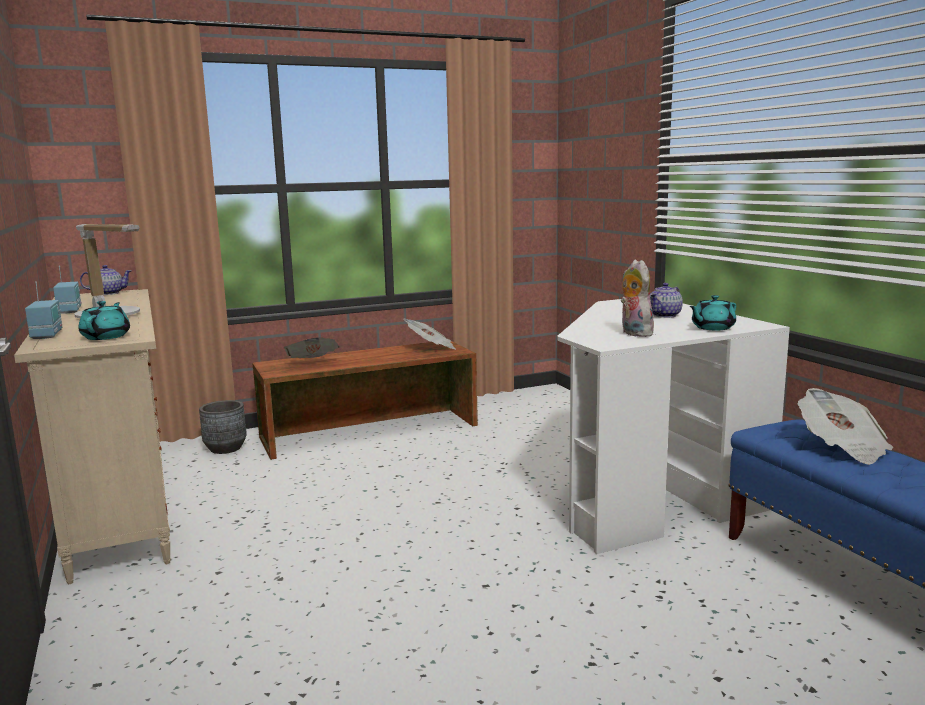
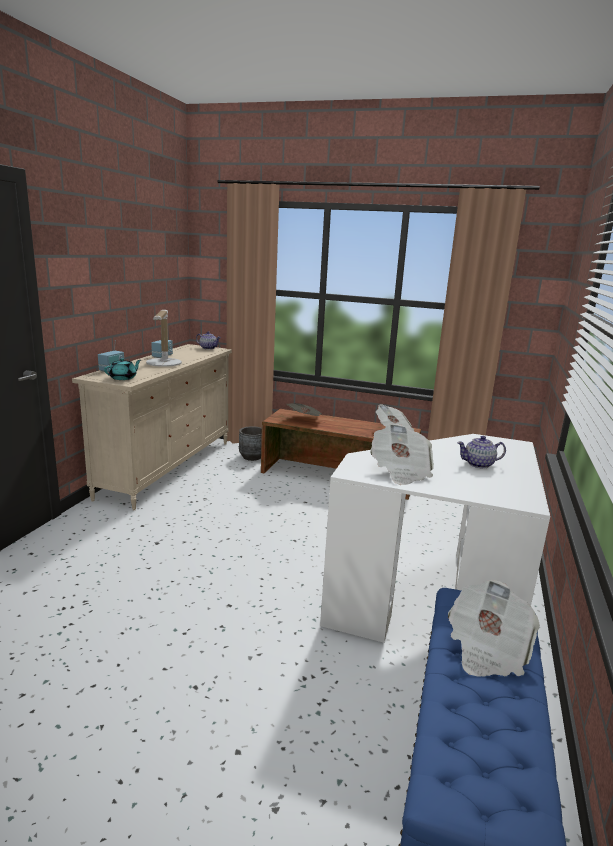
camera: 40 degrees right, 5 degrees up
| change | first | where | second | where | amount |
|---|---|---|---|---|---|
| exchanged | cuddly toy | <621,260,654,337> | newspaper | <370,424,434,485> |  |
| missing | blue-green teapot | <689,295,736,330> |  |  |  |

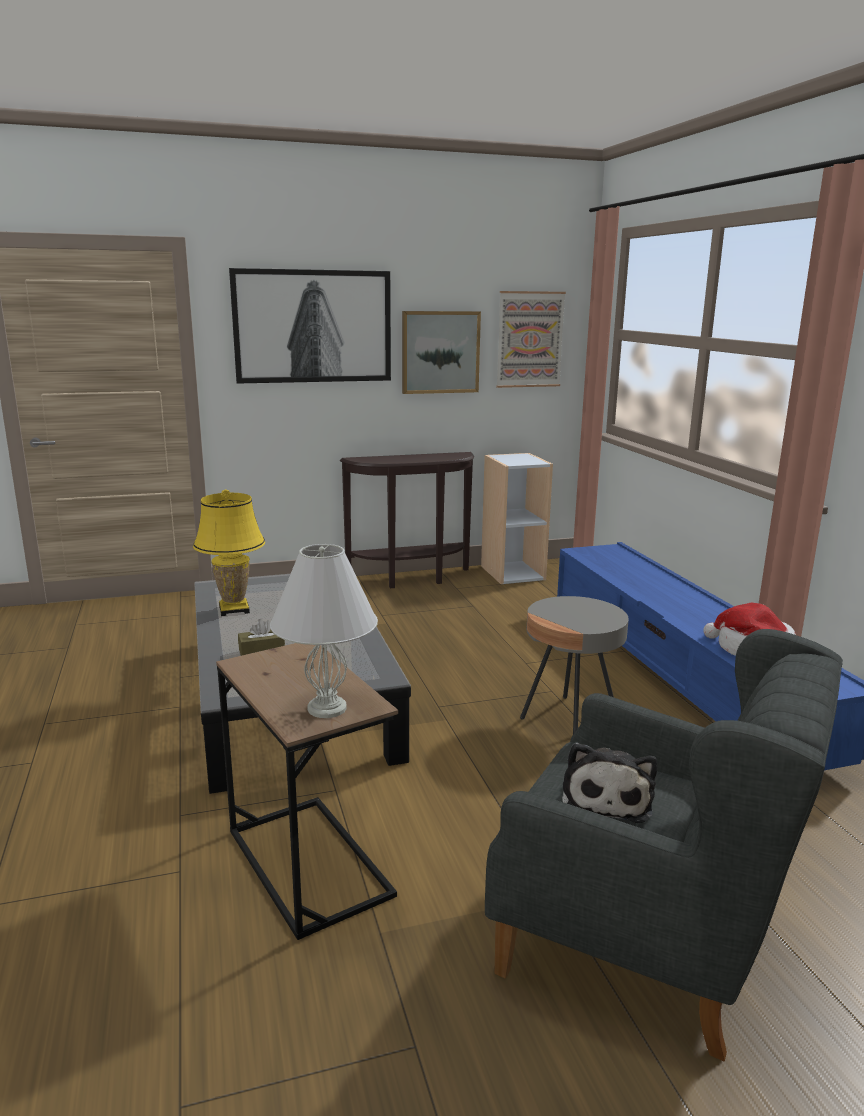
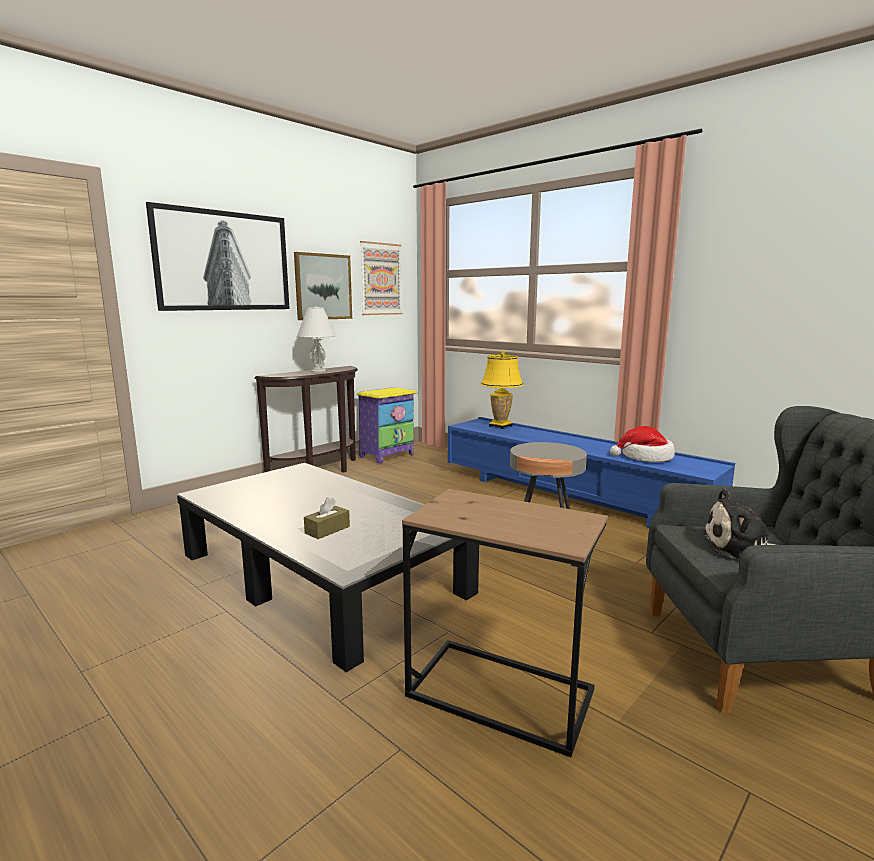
camera: 30 degrees left, 5 degrees down
| change | first | where | second | where | amount |
|---|---|---|---|---|---|
| relocated | whitish lamp for a table | <270,544,378,718> |  | <297,306,337,373> |  |
| exchanged | bookshelf | <481,453,553,584> | nightstand | <357,387,418,463> |  |
| relocated | yellow lamp for a table | <193,489,265,616> |  | <480,351,523,429> |  |
| spun | cuddly toy | <562,742,657,823> |  | <702,489,775,560> | 120 degrees clockwise |

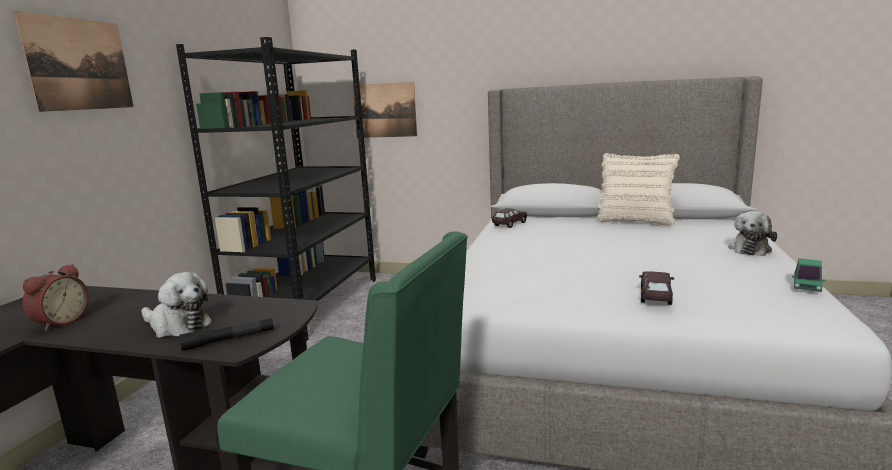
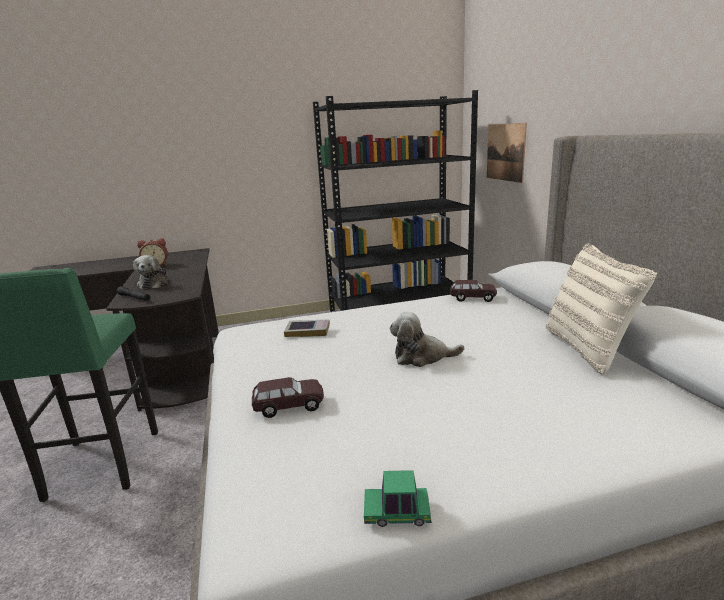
camera: 60 degrees right, 5 degrees up
| change | first | where | second | where | amount |
|---|---|---|---|---|---|
| appeared |  |  | bound book | <284,319,330,337> |  |
| relocated | cuddly toy | <728,211,777,256> |  | <390,311,464,367> |  |
| missing | wall art | <14,11,134,112> |  |  |  |

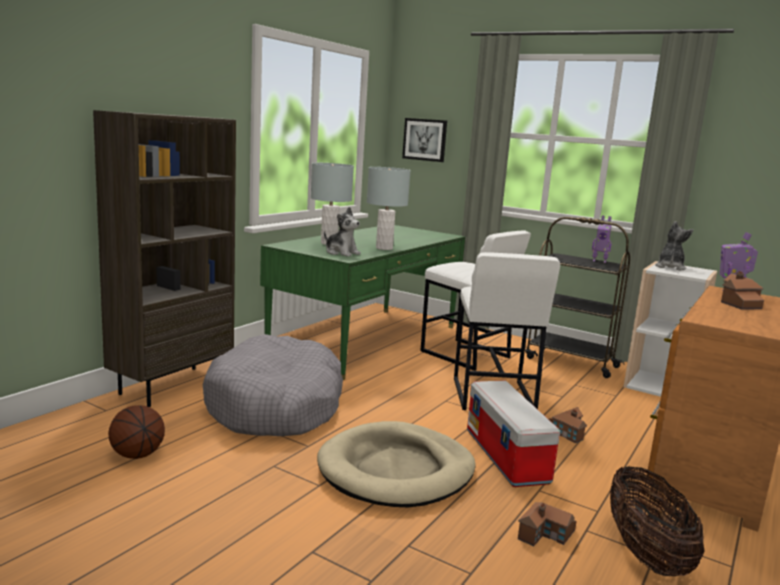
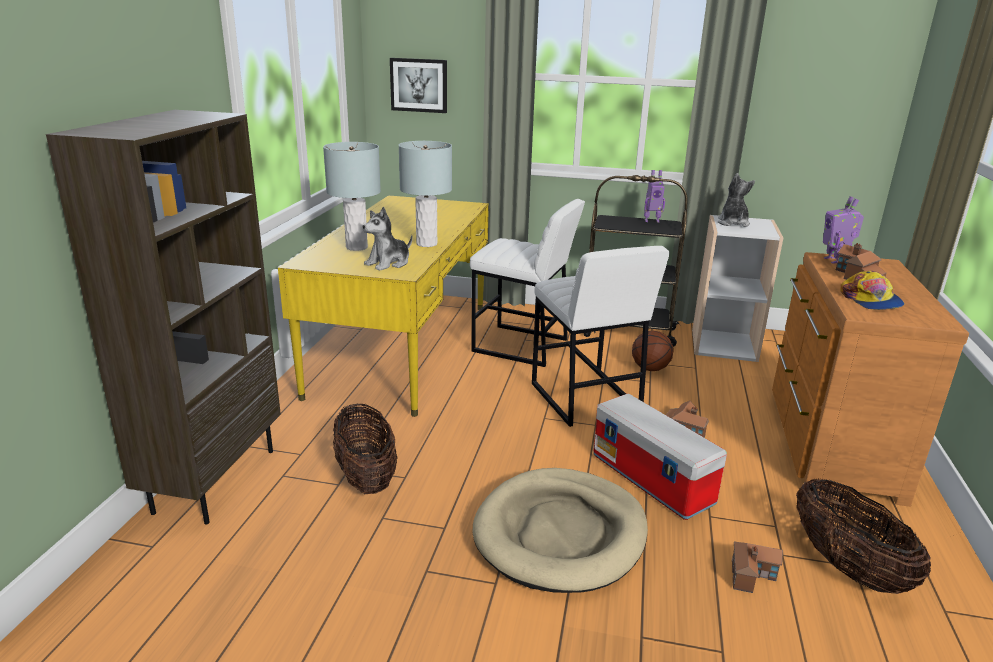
camera: 20 degrees left, 10 degrees up
| change | first | where | second | where | amount |
|---|---|---|---|---|---|
| colour | green-coloured desk | <260,225,465,380> | yellow desk | <278,196,489,417> |  |
| exchanged | grey dog bed | <203,334,343,436> | basket | <333,403,398,494> |  |
| spun | cuddly toy | <324,207,361,257> |  | <362,207,412,271> | 120 degrees clockwise |
| relocated | basketball ball | <108,405,165,459> |  | <632,331,674,371> |  |
| appeared |  |  | cap | <840,271,905,310> |  |

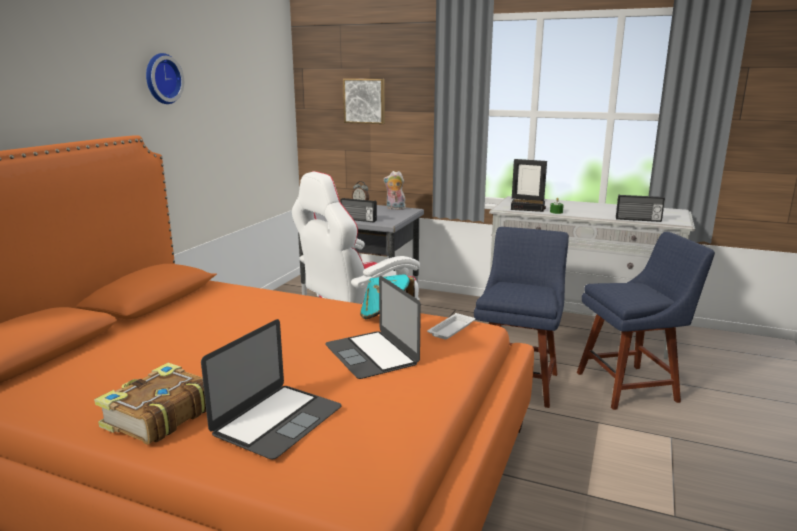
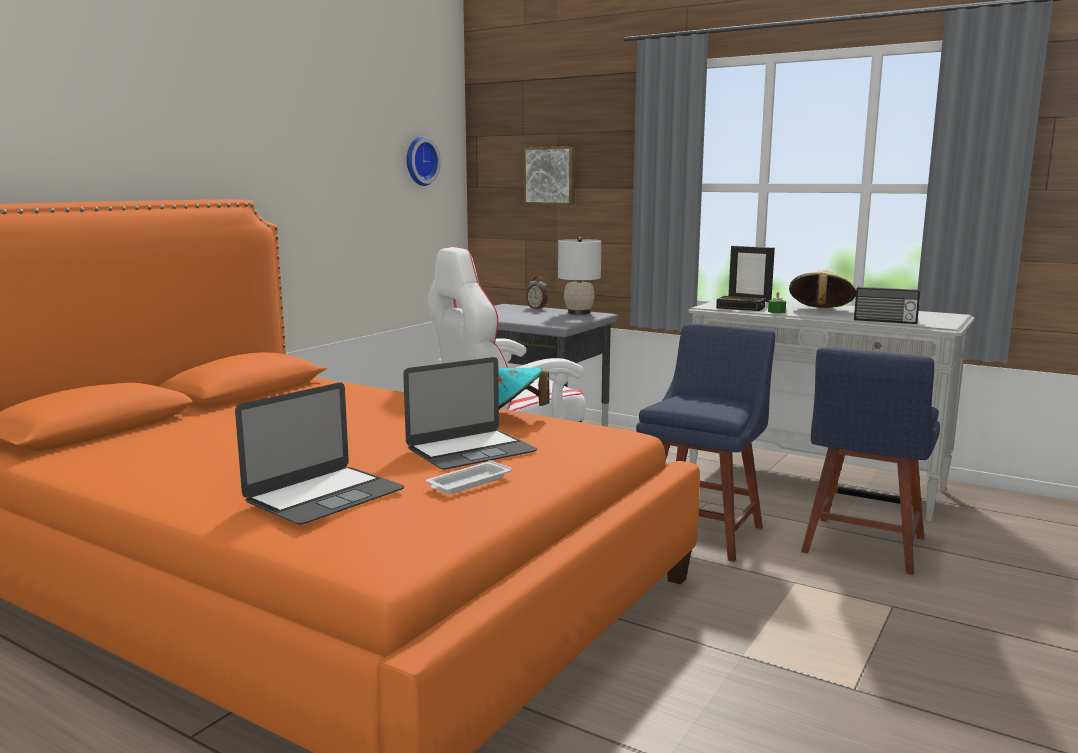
camera: 10 degrees right, 5 degrees down
| change | first | where | second | where | amount |
|---|---|---|---|---|---|
| spun | notebook computer | <325,276,421,379> |  | <403,357,537,470> | 105 degrees counterclockwise |
| relocated | clock on the wall | <146,53,184,104> |  | <407,136,441,186> |  |
| relocated | whitish tray | <427,313,475,340> |  | <426,460,512,494> |  |
| exchanged | cuddly toy | <383,171,407,210> | whitish lamp for a table | <558,237,601,315> |  |
| appeared |  |  | beige wearable hat | <789,270,856,308> |  |
| spun | bluish chair | <577,232,715,410> |  | <801,347,940,575> | 120 degrees clockwise |
| missing | bound book | <94,363,206,445> |  |  |  |
| missing | radio set | <341,198,377,222> |  |  |  |

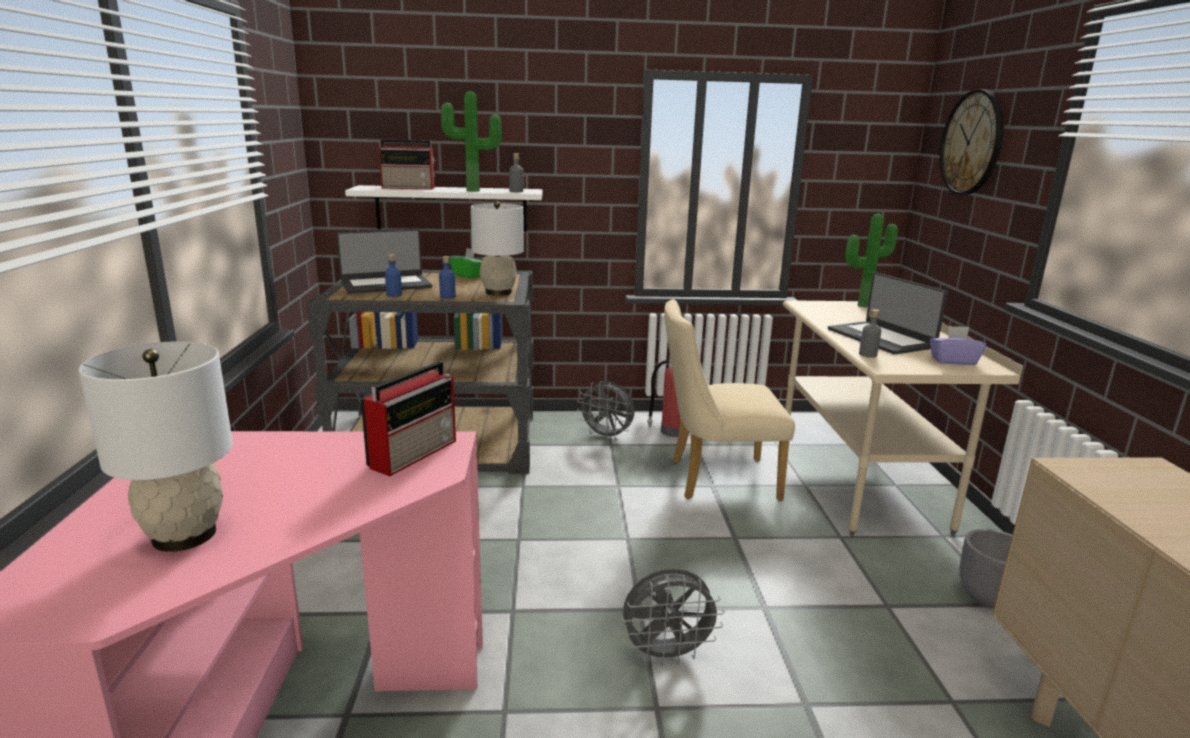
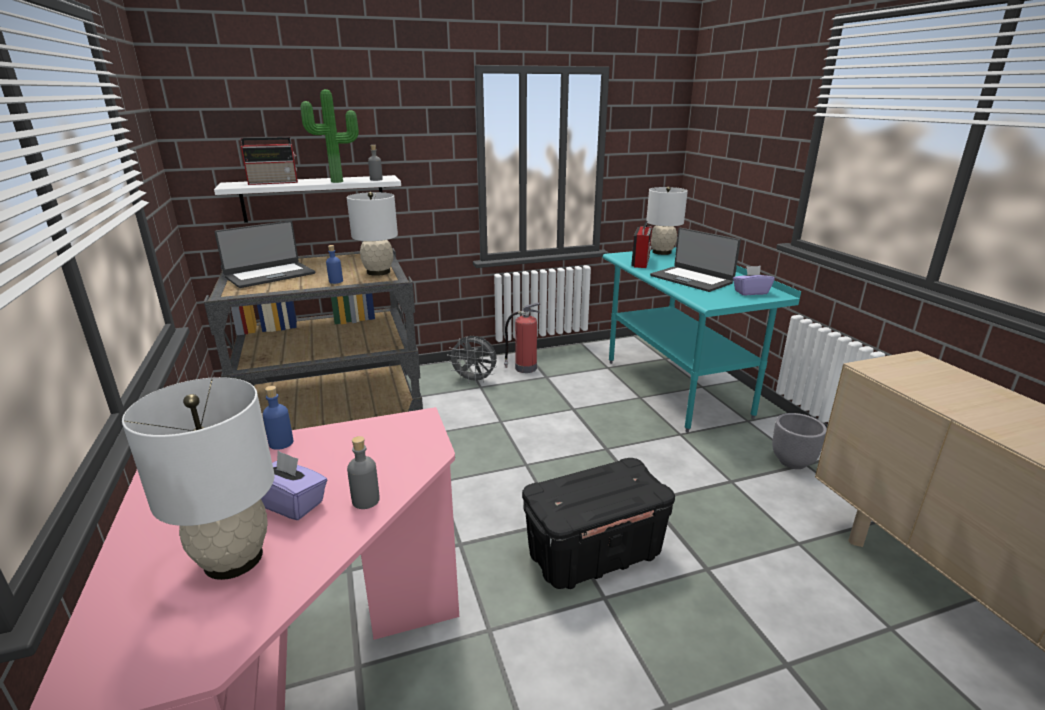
camera: 15 degrees left, 5 degrees up
| change | first | where | second | where | amount |
|---|---|---|---|---|---|
| appeared |  |  | purplish tissue holder | <261,450,327,520> |  |
| relocated | bluish drink bottle | <385,254,402,297> |  | <262,386,293,450> |  |
| relocated | grey drink bottle | <859,309,881,358> |  | <347,436,380,509> |  |
| exchanged | grey cooling fan | <620,569,724,666> | black-coloured storage container | <522,458,675,589> |  |
| colour | beige desk | <783,300,1023,536> | blue-green desk | <603,247,801,432> |  |
| relocated | radio set | <361,361,456,476> |  | <631,221,652,268> |  |
| exchanged | houseplant | <845,213,898,308> | whitish lamp for a table | <646,186,688,255> |  |
| missing | green-coloured tissue holder | <449,248,481,279> |  |  |  |
| missing | beige chair | <664,299,795,501> |  |  |  |
| missing | clock on the wall | <940,89,1004,195> |  |  |  |

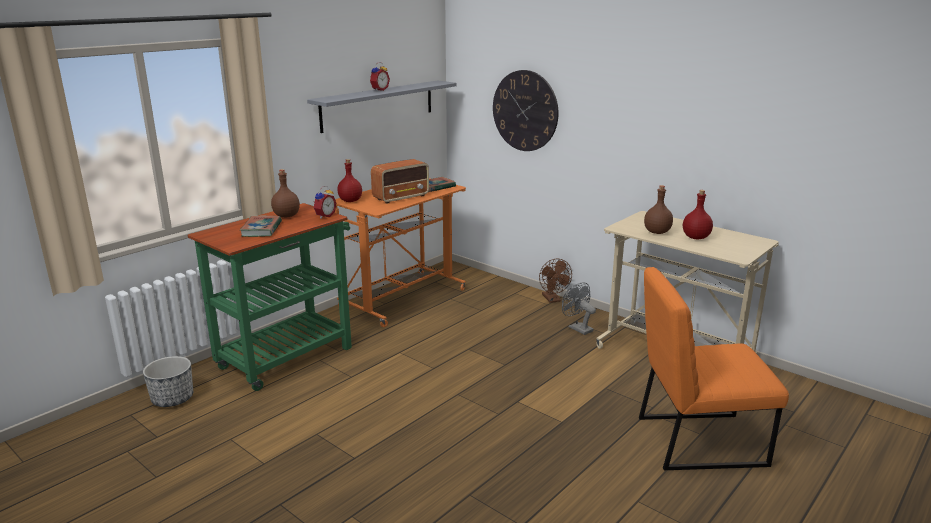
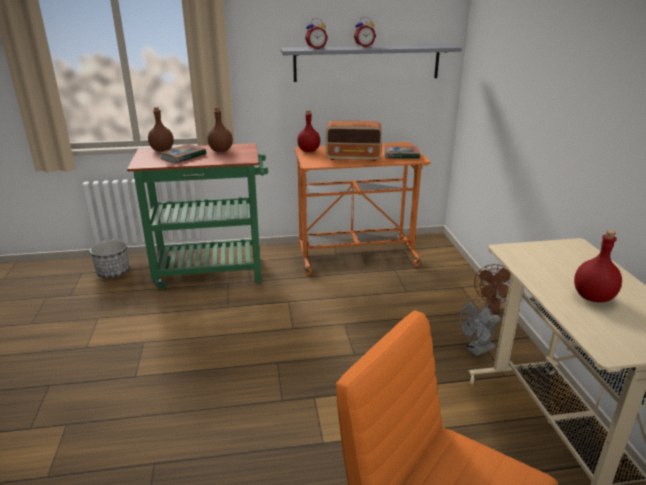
camera: 40 degrees right, 5 degrees up
| change | first | where | second | where | amount |
|---|---|---|---|---|---|
| relocated | brown-coloured drink bottle | <644,185,673,234> |  | <148,107,174,151> |  |
| relocated | table clock | <314,186,336,219> |  | <305,18,328,49> |  |
| spun | grey cooling fan | <562,282,596,335> |  | <460,299,500,356> | 120 degrees counterclockwise |
| missing | clock on the wall | <493,70,559,151> |  |  |  |

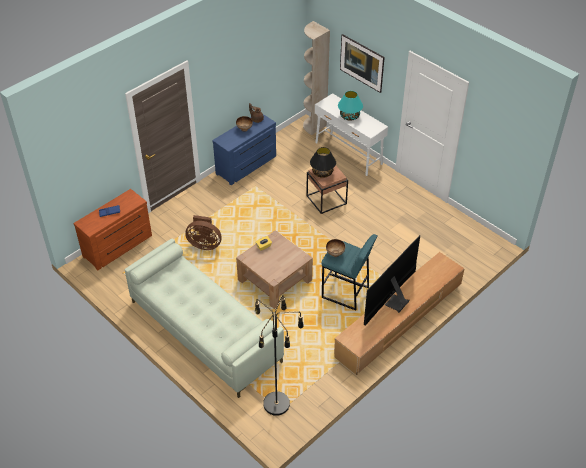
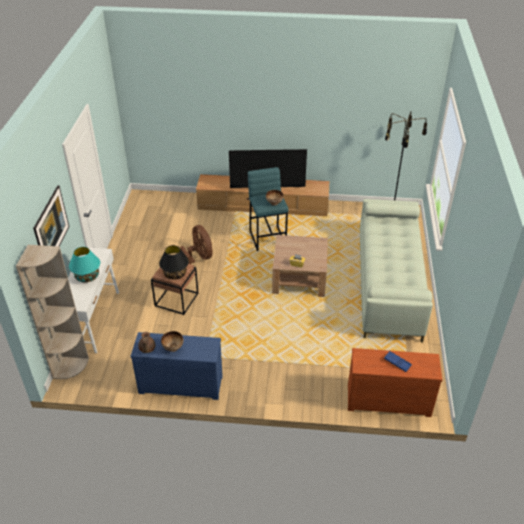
camera: 130 degrees left, 5 degrees down
| change | first | where | second | where | amount |
|---|---|---|---|---|---|
| relocated | brown-coloured cooling fan | <185,215,222,250> |  | <180,225,213,264> |  |

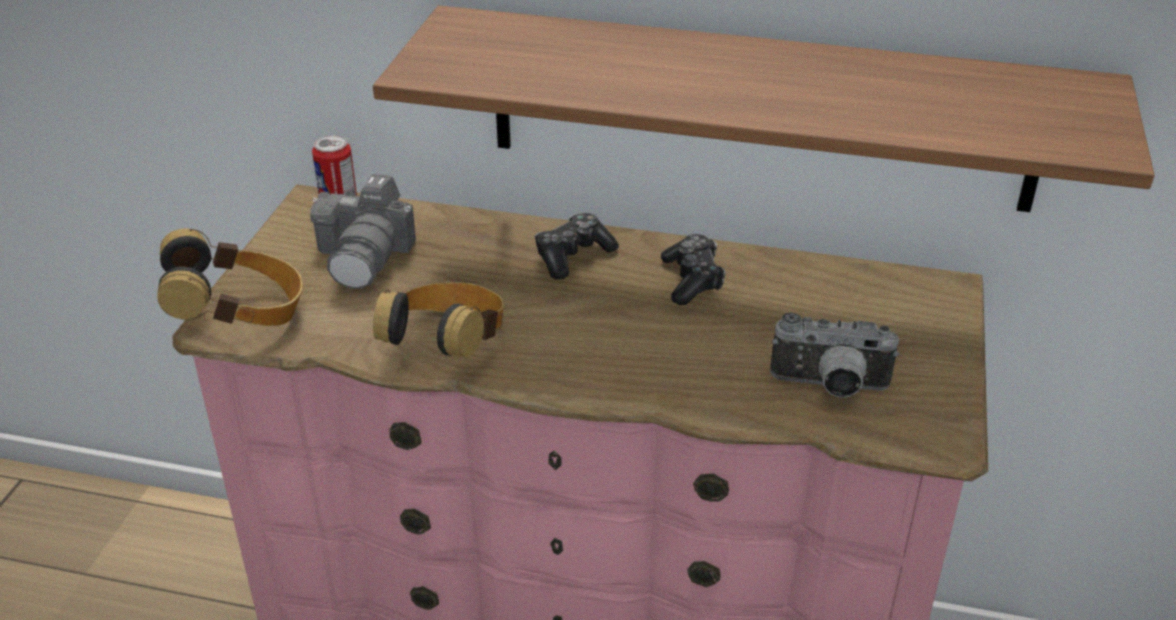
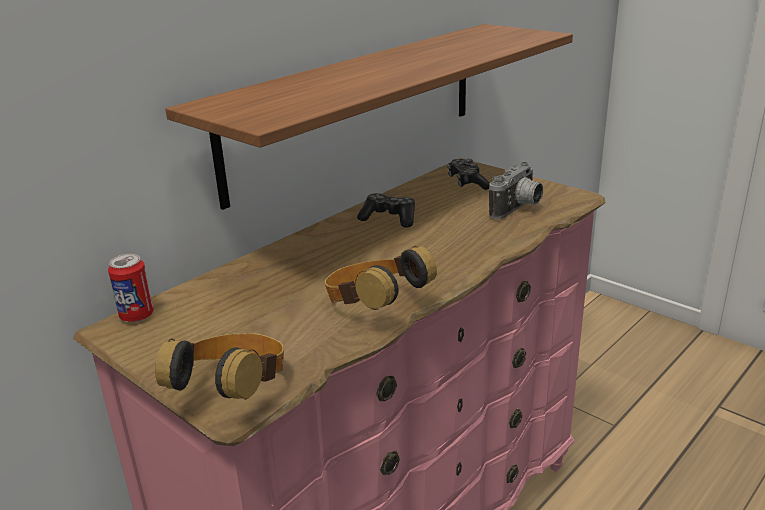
camera: 60 degrees left, 10 degrees down
| change | first | where | second | where | amount |
|---|---|---|---|---|---|
| relocated | joypad | <535,213,619,280> |  | <447,159,490,190> |  |
| missing | still camera | <310,174,416,289> |  |  |  |

